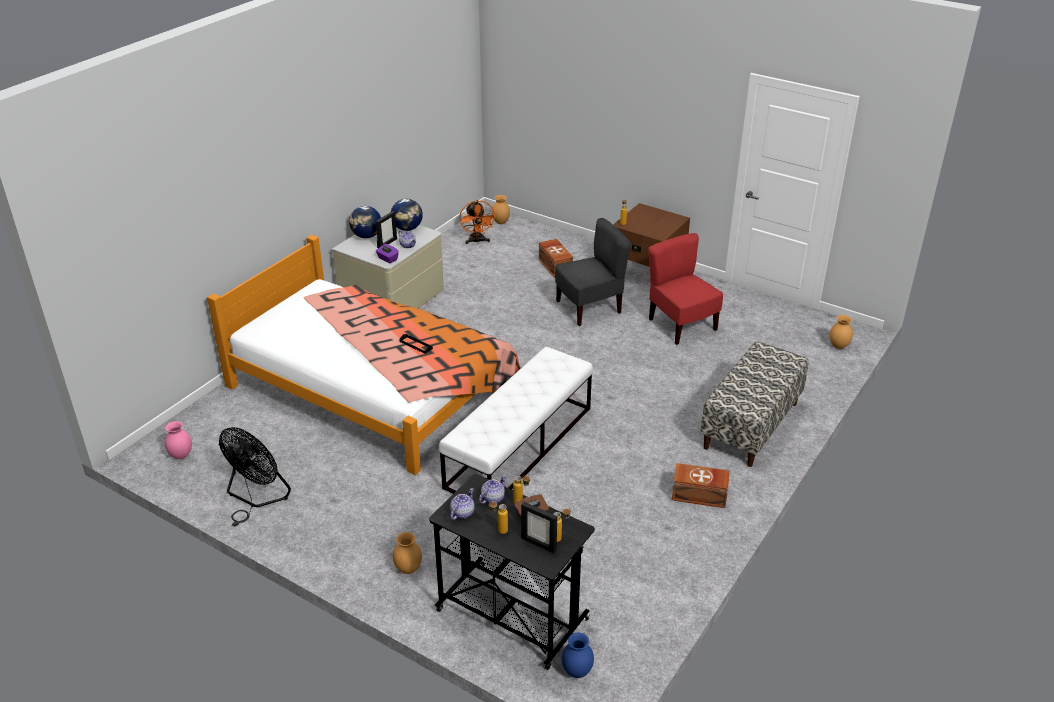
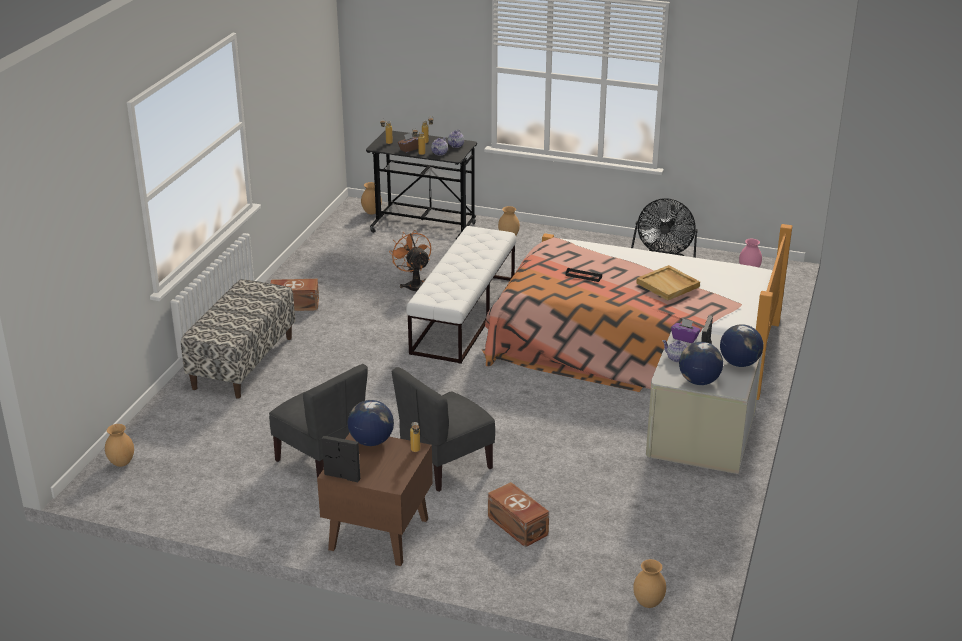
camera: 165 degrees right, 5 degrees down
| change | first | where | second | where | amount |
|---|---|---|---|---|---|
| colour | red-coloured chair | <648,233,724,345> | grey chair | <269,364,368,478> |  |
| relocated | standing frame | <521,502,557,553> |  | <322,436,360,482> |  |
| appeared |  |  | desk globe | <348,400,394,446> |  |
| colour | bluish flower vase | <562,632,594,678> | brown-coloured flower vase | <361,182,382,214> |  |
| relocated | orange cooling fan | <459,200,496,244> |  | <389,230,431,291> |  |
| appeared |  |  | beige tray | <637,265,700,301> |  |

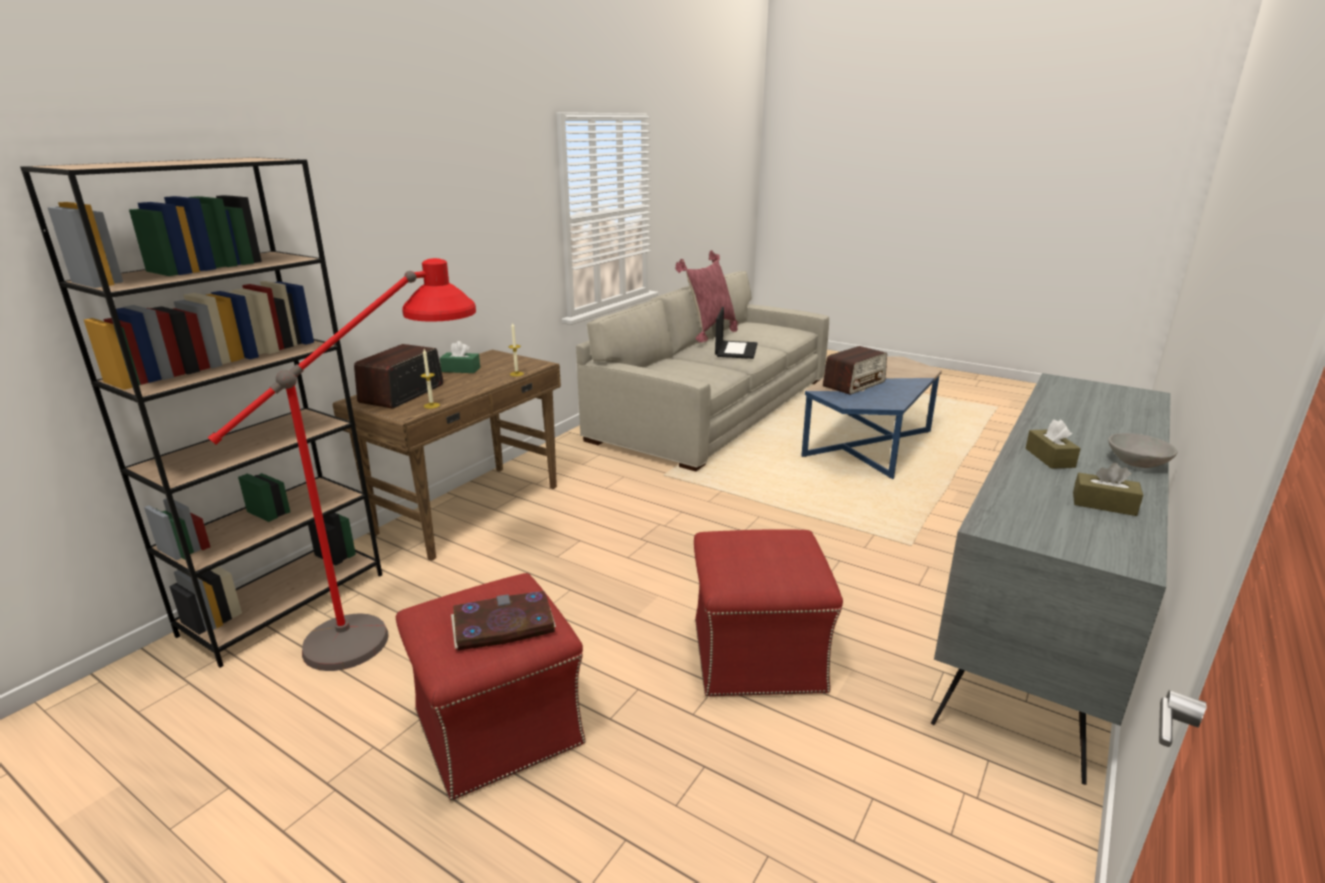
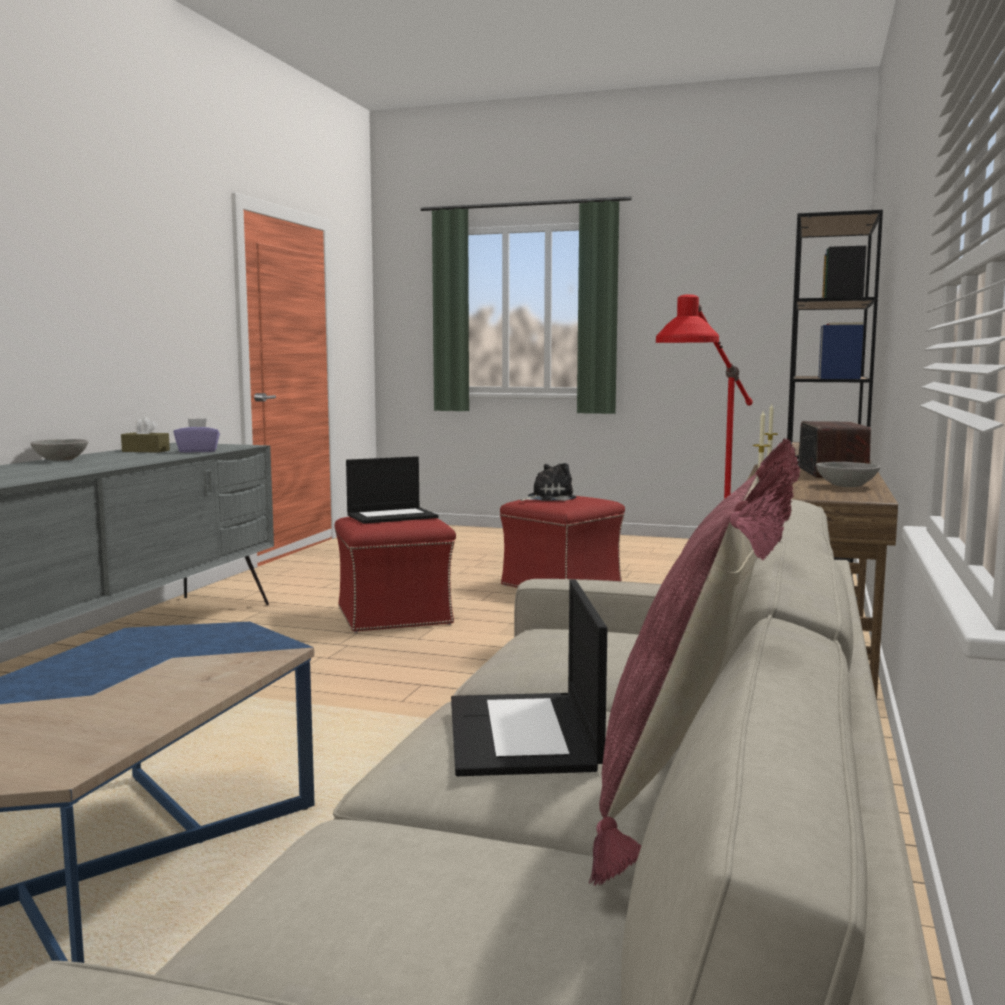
camera: 165 degrees right, 15 degrees down
| change | first | where | second | where | amount |
|---|---|---|---|---|---|
| appeared |  |  | purplish tissue holder | <174,418,220,453> |  |
| appeared |  |  | notebook computer | <346,456,439,524> |  |
| exchanged | bound book | <451,591,556,650> | cuddly toy | <520,463,576,501> |  |
| exchanged | green-coloured tissue holder | <440,341,480,373> | grey bowl | <816,462,880,487> |  |
| missing | radio set | <823,346,887,395> |  |  |  |
| missing | brown-coloured tissue holder | <1025,420,1081,469> |  |  |  |

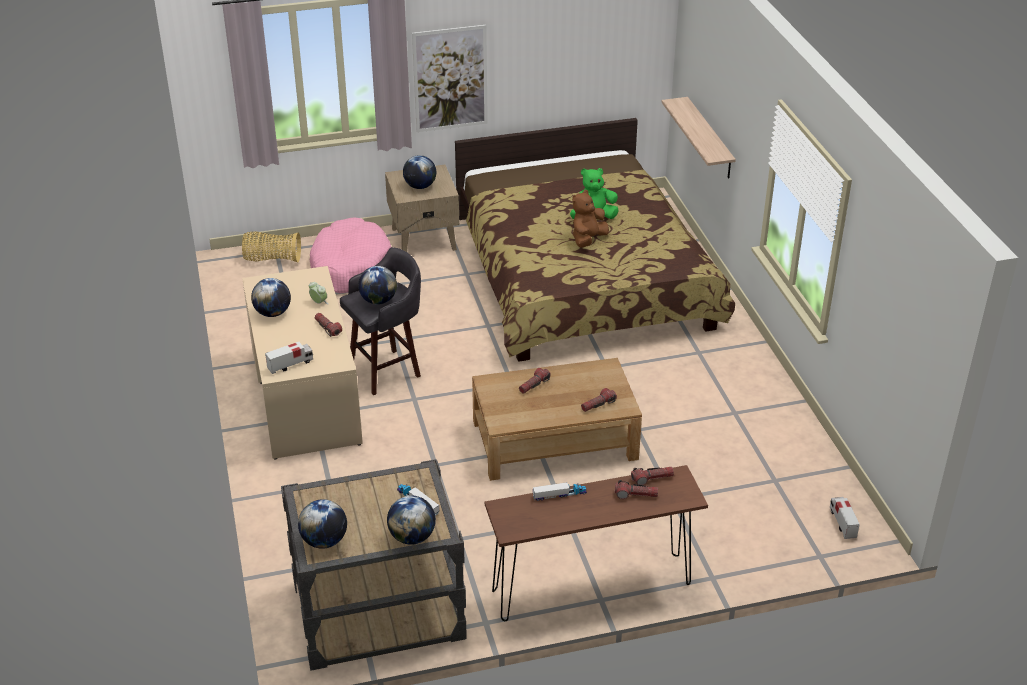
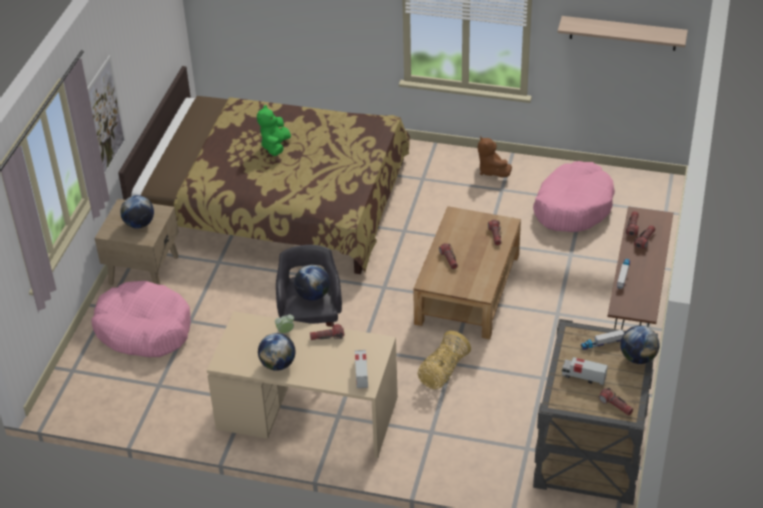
camera: 60 degrees left, 5 degrees up
| change | first | where | second | where | amount |
|---|---|---|---|---|---|
| relocated | basket | <242,231,301,263> |  | <418,331,471,389> |  |
| relocated | brown-coloured cuddly toy | <572,190,609,248> |  | <478,136,512,177> |  |
| appeared |  |  | pinkish dog bed | <533,161,615,232> |  |
| relocated | shelf | <662,97,736,179> |  | <558,16,688,51> |  |
| relocated | toy lorry | <830,497,860,539> |  | <561,357,608,385> |  |
| exchanged | desk globe | <298,499,347,549> | flashlight | <599,388,633,416> |  |

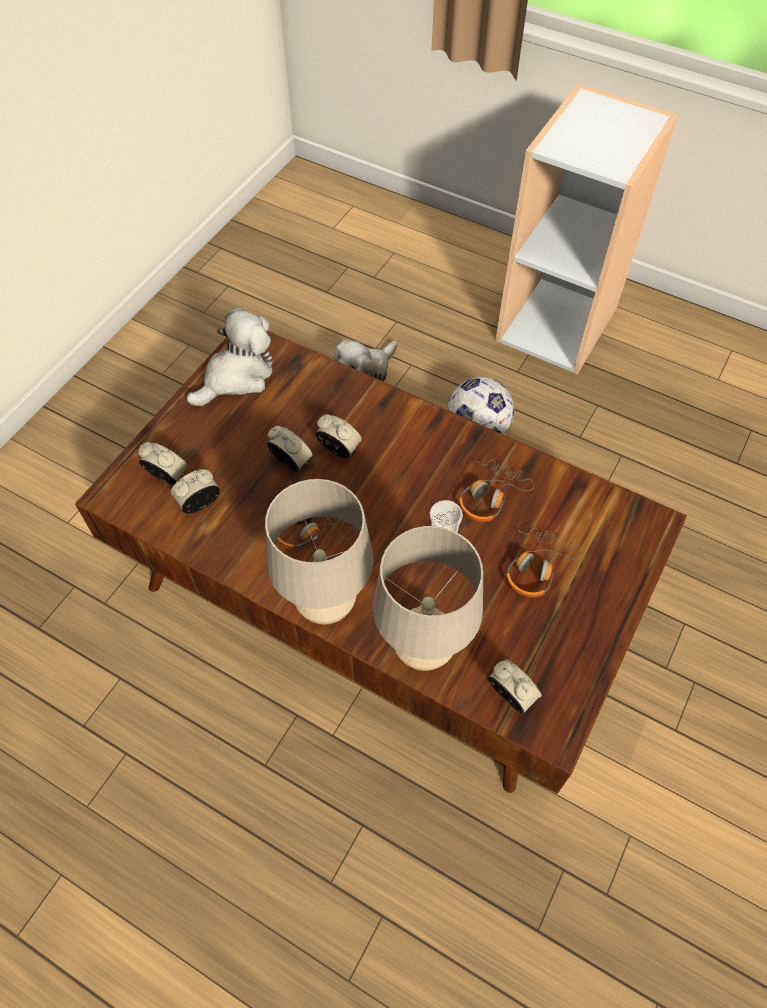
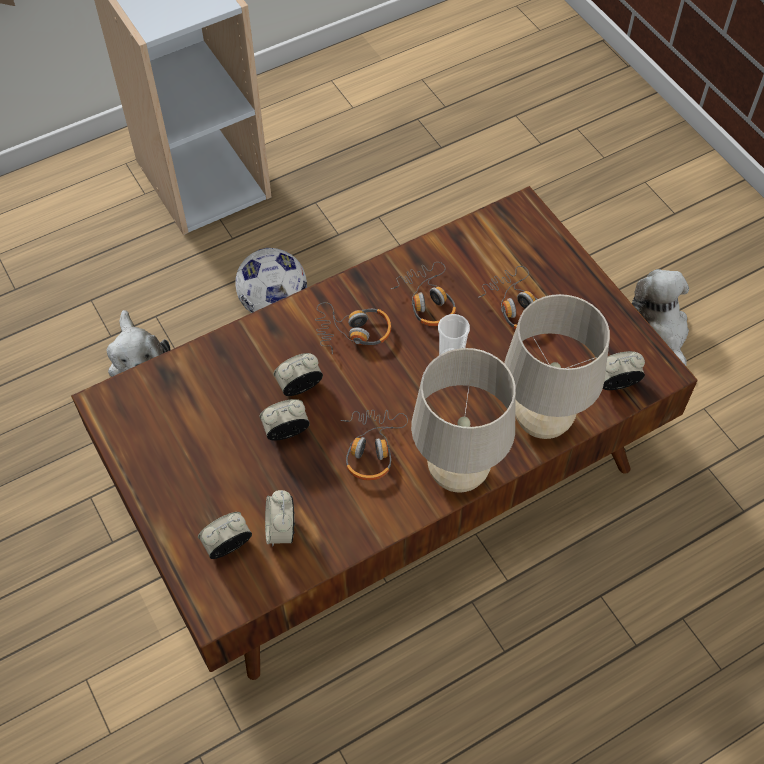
camera: 60 degrees left, 0 degrees up
| change | first | where | second | where | amount |
|---|---|---|---|---|---|
| appeared |  |  | headphones | <315,302,391,355> |  |
| relocated | cuddly toy | <187,308,273,406> |  | <632,269,689,366> |  |

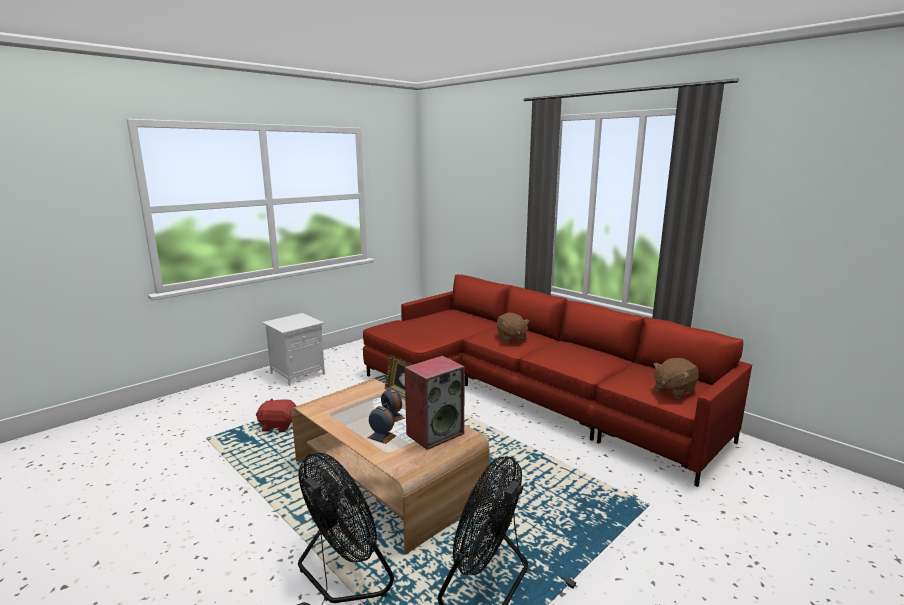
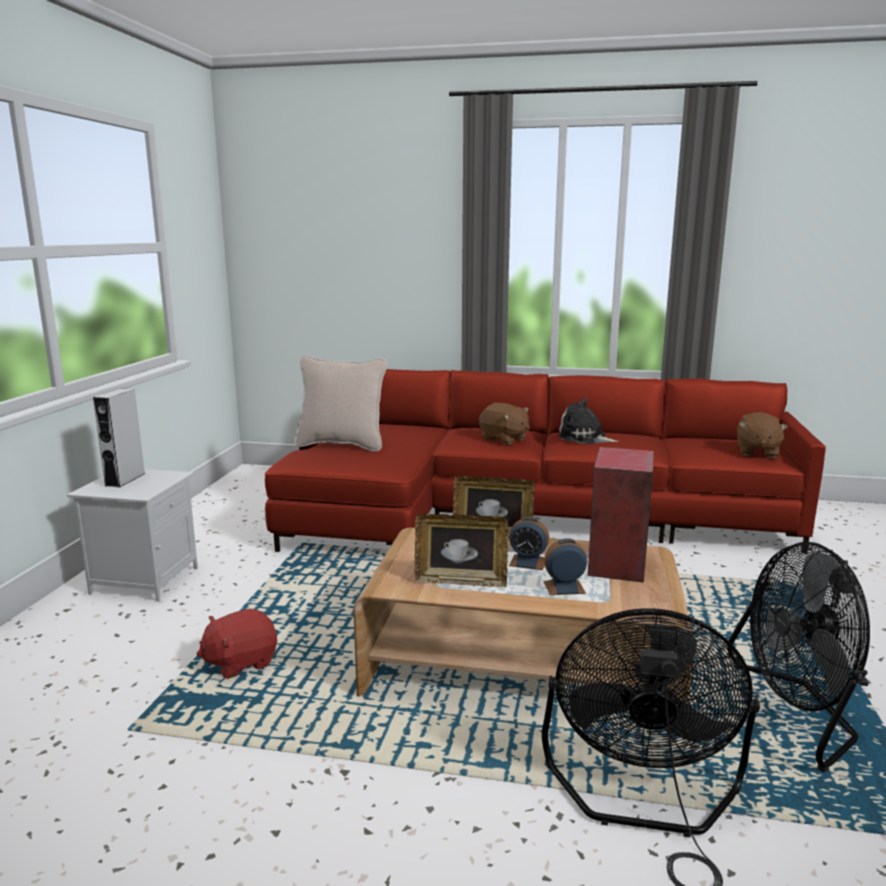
camera: 35 degrees left, 0 degrees up
| change | first | where | second | where | amount |
|---|---|---|---|---|---|
| appeared |  |  | grey speaker | <93,388,145,487> |  |
| appeared |  |  | beige cushion | <294,356,387,452> |  |
| appeared |  |  | standing frame | <414,514,508,587> |  |
| appeared |  |  | cuddly toy | <558,398,619,444> |  |

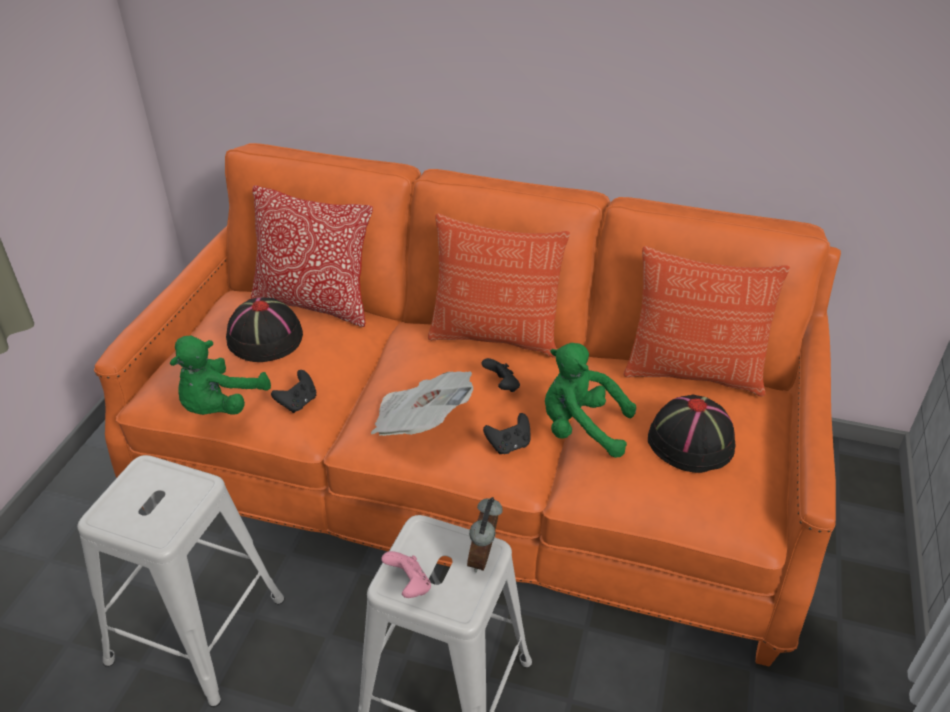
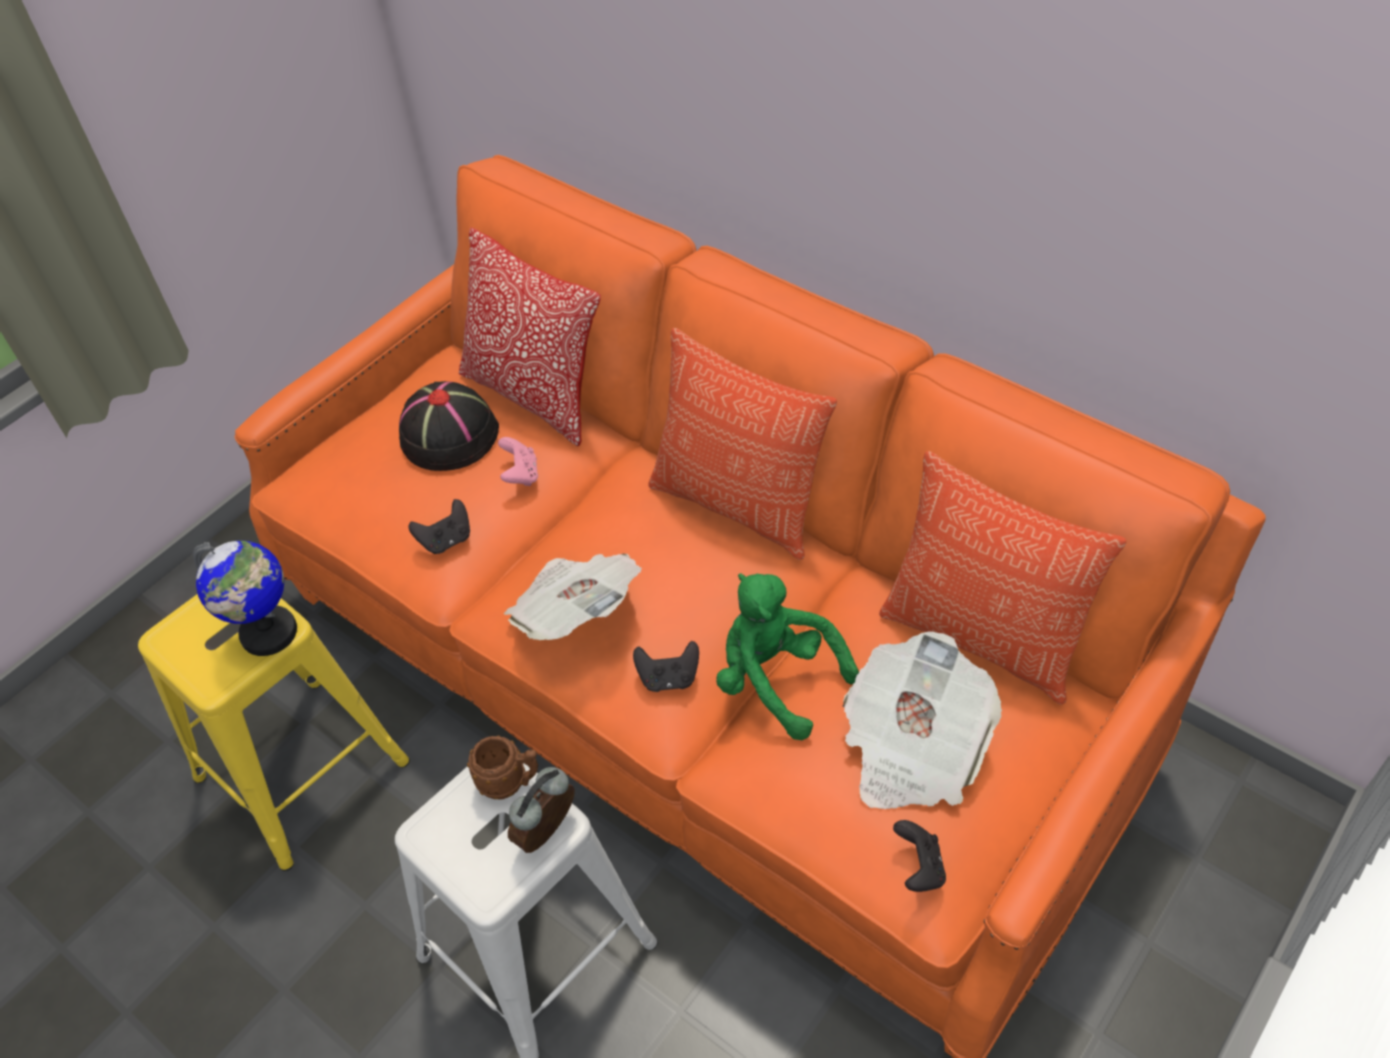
camera: 25 degrees right, 10 degrees up
| change | first | where | second | where | amount |
|---|---|---|---|---|---|
| colour | whitish stool | <77,455,285,707> | yellow stool | <138,594,410,871> |  |
| appeared |  |  | desk globe | <193,540,297,656> |  |
| appeared |  |  | brown-coloured mug | <467,735,538,800> |  |
| relocated | pinkish joypad | <381,551,431,598> |  | <498,437,538,486> |  |
| exchanged | black-coloured wearable hat | <648,395,735,473> | newspaper | <843,631,1002,809> |  |
| relocated | black-coloured joypad | <482,358,520,392> |  | <893,820,946,892> |  |
| missing | green-coloured cuddly toy | <170,335,271,415> |  |  |  |

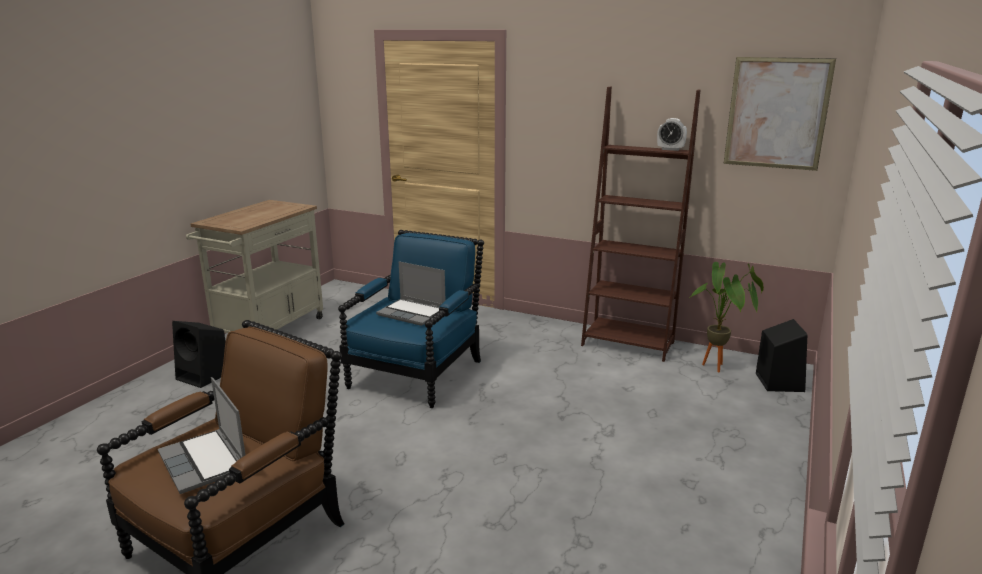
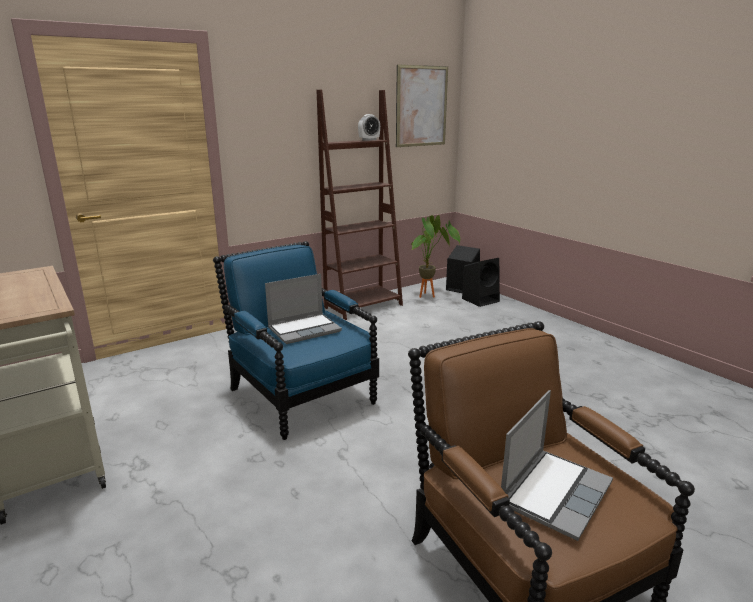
camera: 60 degrees left, 0 degrees up
| change | first | where | second | where | amount |
|---|---|---|---|---|---|
| relocated | black-coloured speaker | <172,321,226,388> |  | <462,258,500,307> |  |
| spun | notebook computer | <158,377,245,494> |  | <501,390,613,541> | 45 degrees counterclockwise |

